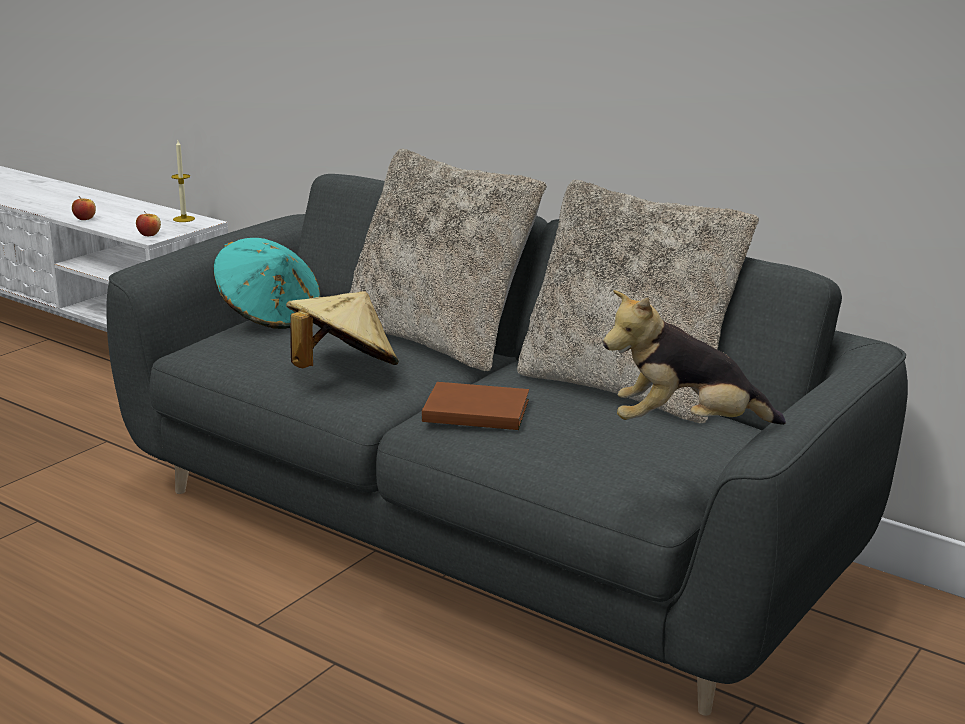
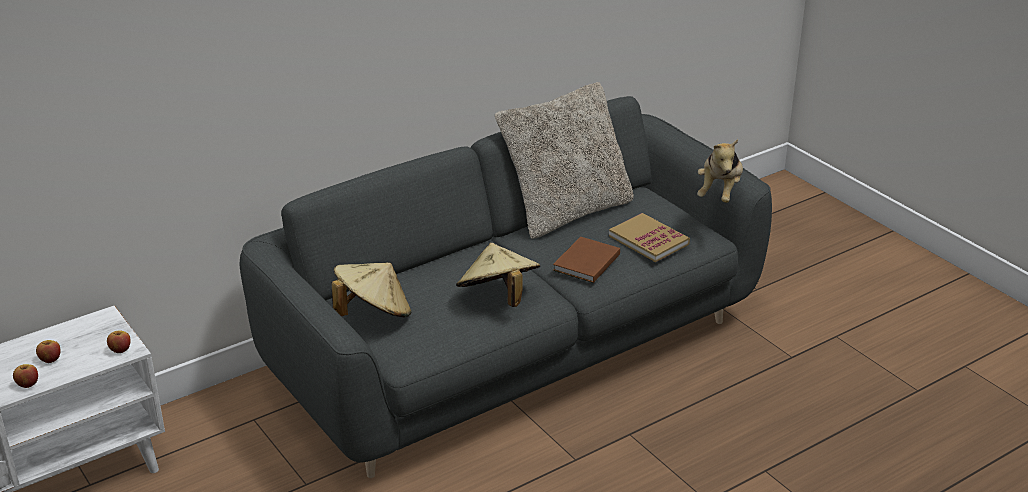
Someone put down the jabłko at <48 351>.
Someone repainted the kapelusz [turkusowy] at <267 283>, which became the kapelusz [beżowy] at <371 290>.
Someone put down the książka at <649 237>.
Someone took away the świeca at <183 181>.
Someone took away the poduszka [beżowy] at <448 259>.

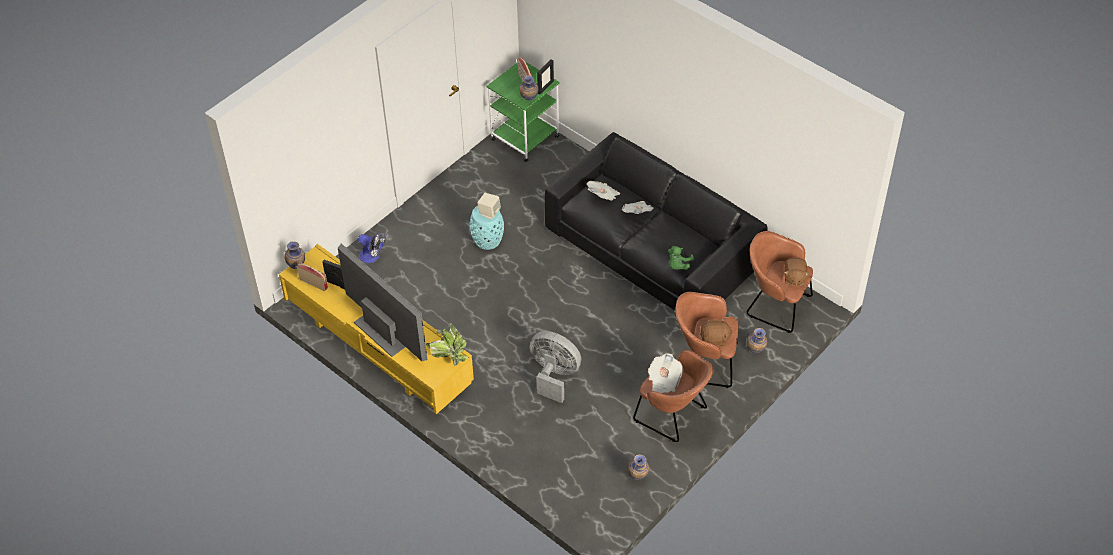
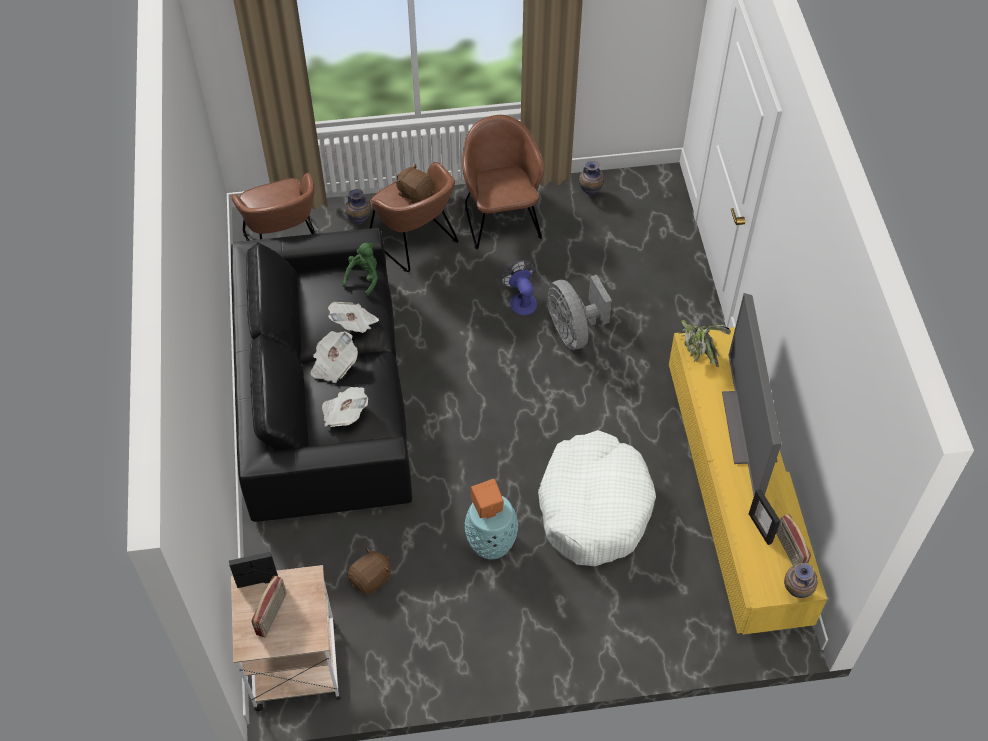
Someone repainted the wózek [zielony] at <523 112>, which became the wózek [beżowy] at <286 638>.
Someone carried the gazeta from <665 373> to <353 317>.
Someone rotated the pluszak [zielony] at <681 258> by 45 degrees counterclockwise.
Someone carried the pluszak [brązowy] from <796 272> to <369 571>.
Someone repainted the głośnik [beżowy] at <489 206>, which became the głośnik [pomarańczowy] at <487 499>.
Someone carried the wentylator from <372 247> to <518 287>.
Someone put down the legowisko [biały] at <597 498>.
Someone took away the wazon at <528 88>.

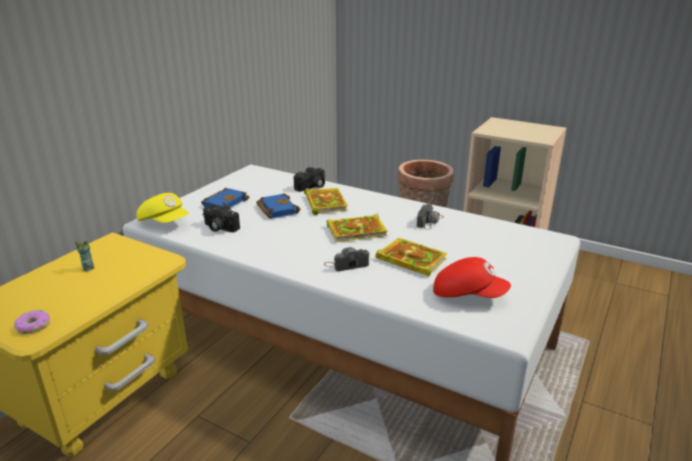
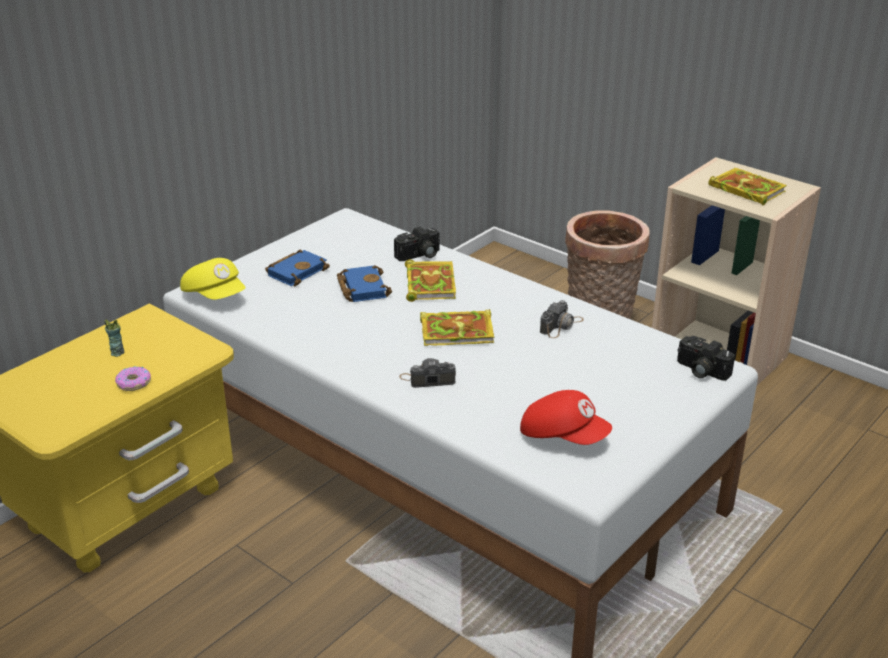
Someone carried the donut from <32 322> to <133 378>.
Someone carried the aparat fotograficzny from <221 218> to <706 358>.
Someone carried the książka from <411 257> to <747 186>.

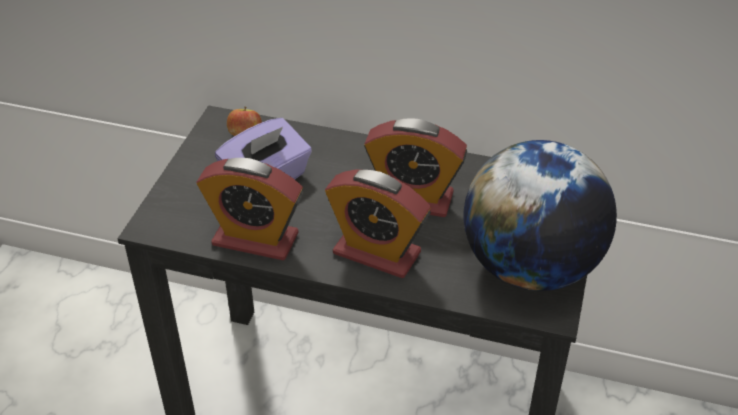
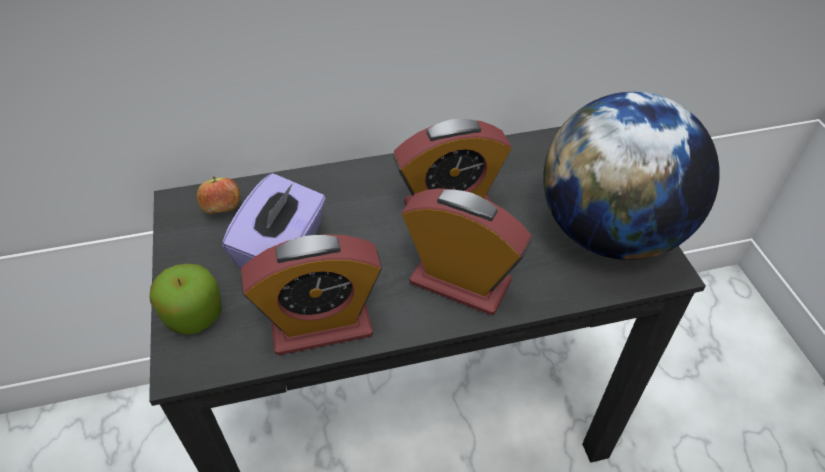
Someone put down the jabłko at <185 299>.
Someone rotated the budzik at <378 223> by 150 degrees counterclockwise.

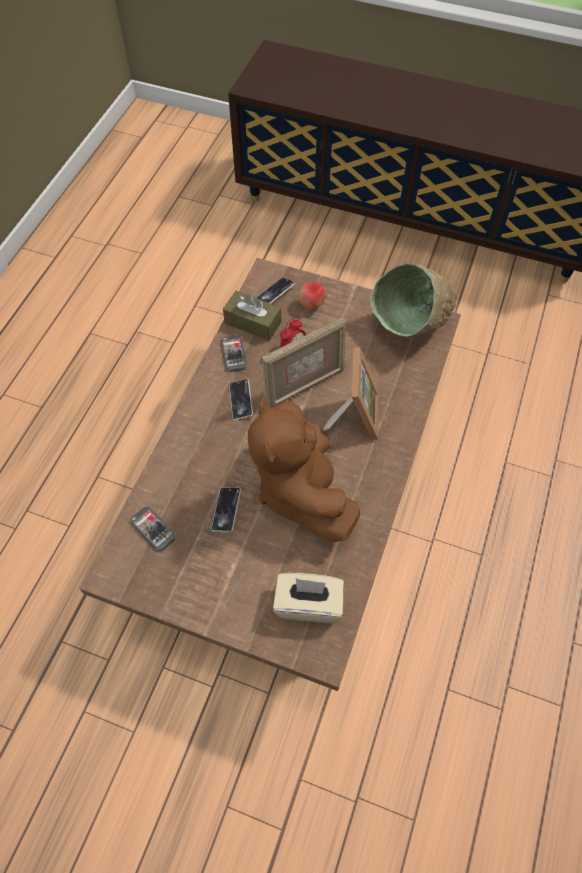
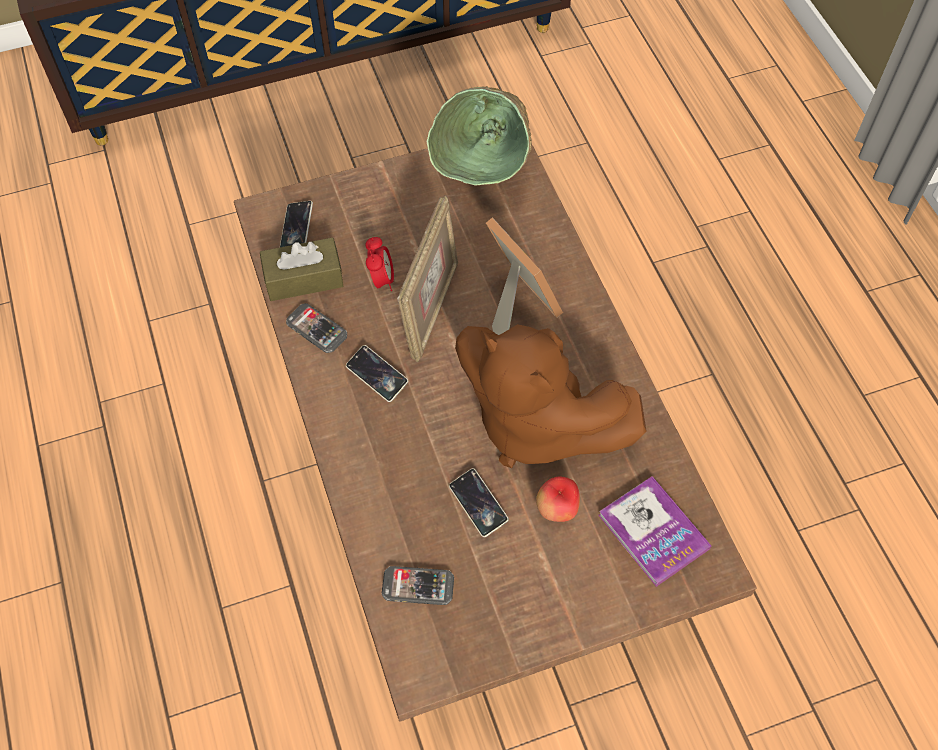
Someone carried the jabłko from <312 296> to <558 499>.
Someone swapped the pudełko chusteczek [beżowy] at <308 598> for the książka at <655 531>.

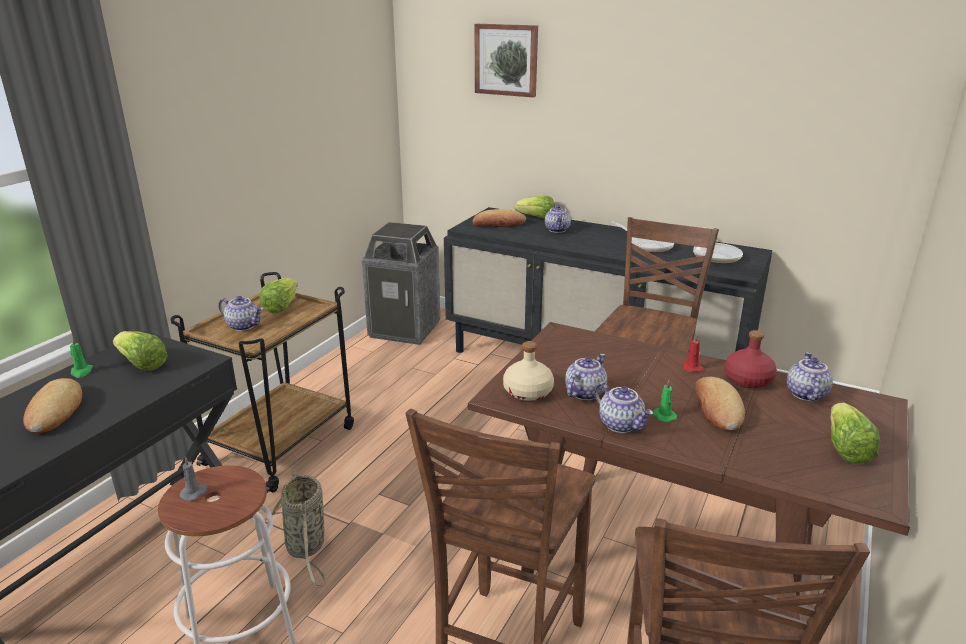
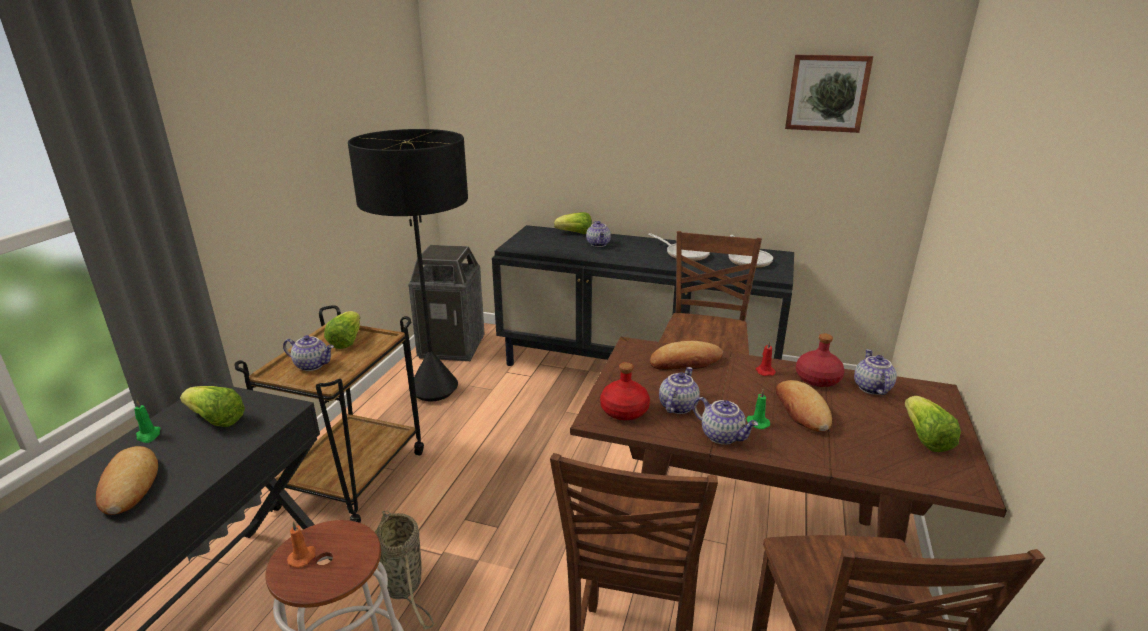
Someone repainted the świeca [szary] at <194 479>, which became the świeca [pomarańczowy] at <301 544>.
Someone put down the lampa stojąca [czarny] at <408 265>.
Someone repainted the butelka [beżowy] at <528 371>, which became the butelka [czerwony] at <625 391>.
Someone carried the chleb from <499 218> to <686 355>.
Someone carried the obraz from <506 60> to <829 93>.

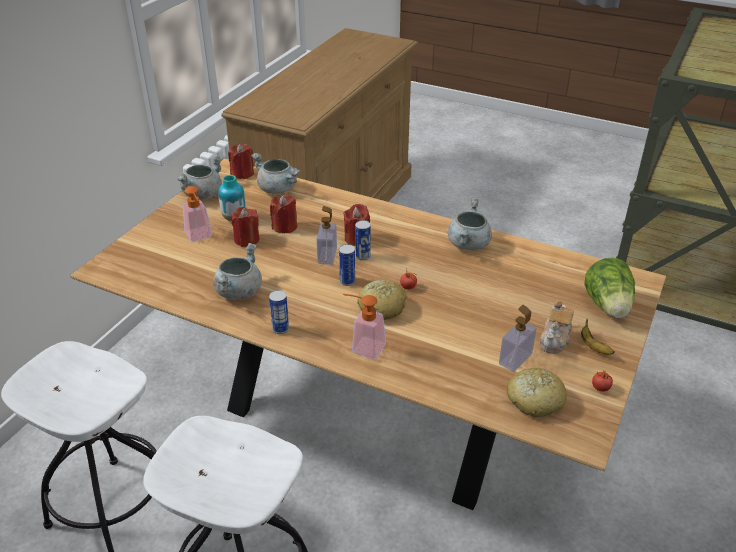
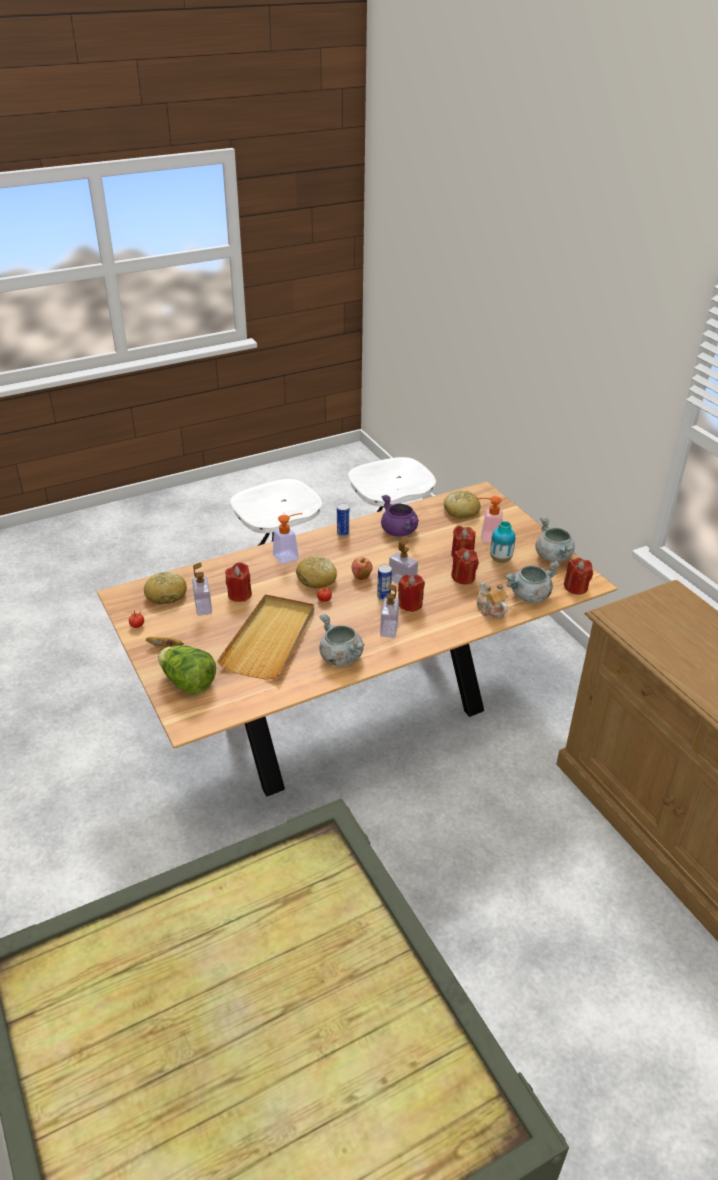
Someone put down the taca [beżowy] at <265 637>.
Someone put down the świeca [czerwony] at <238 582>.
Someone swapped the puszka at <347 265> for the jabłko at <362 568>.
Someone put down the dozownik mydła at <389 611>.
Someone repainted the garnek [szary] at <237 271>, which became the garnek [fioletowy] at <400 515>.
Someone put down the chleb at <462 504>.
Someone carried the imbryk from <556 327> to <492 600>.

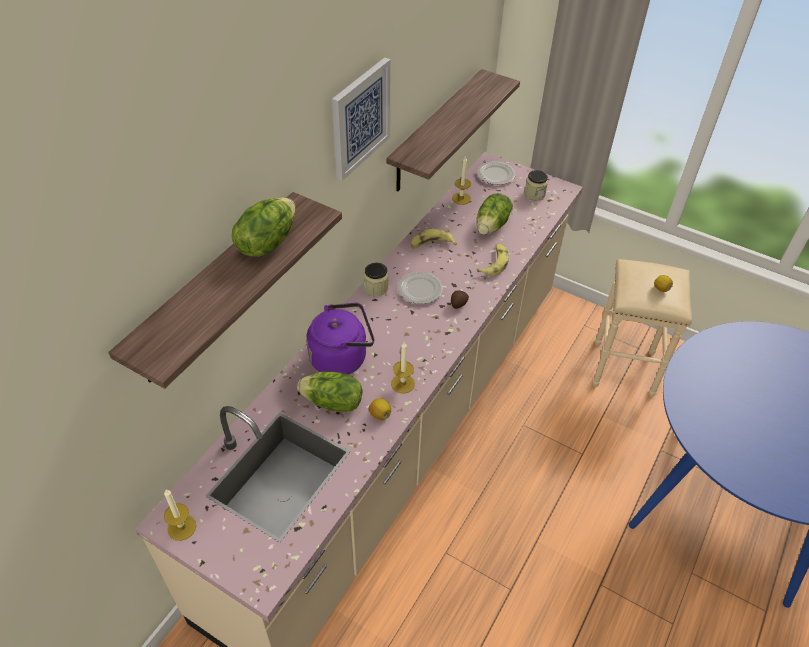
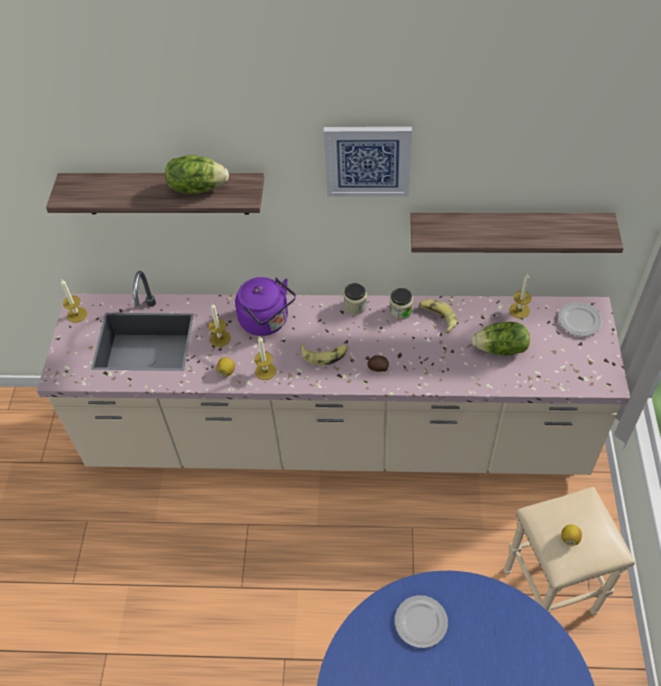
Someone swapped the sałata at <329 391> for the świeca at <220 325>.
Someone carried the banan from <493 260> to <324 355>.
Someone carried the słoik from <536 185> to <401 304>.
Someone carried the talerz from <420 288> to <421 621>.

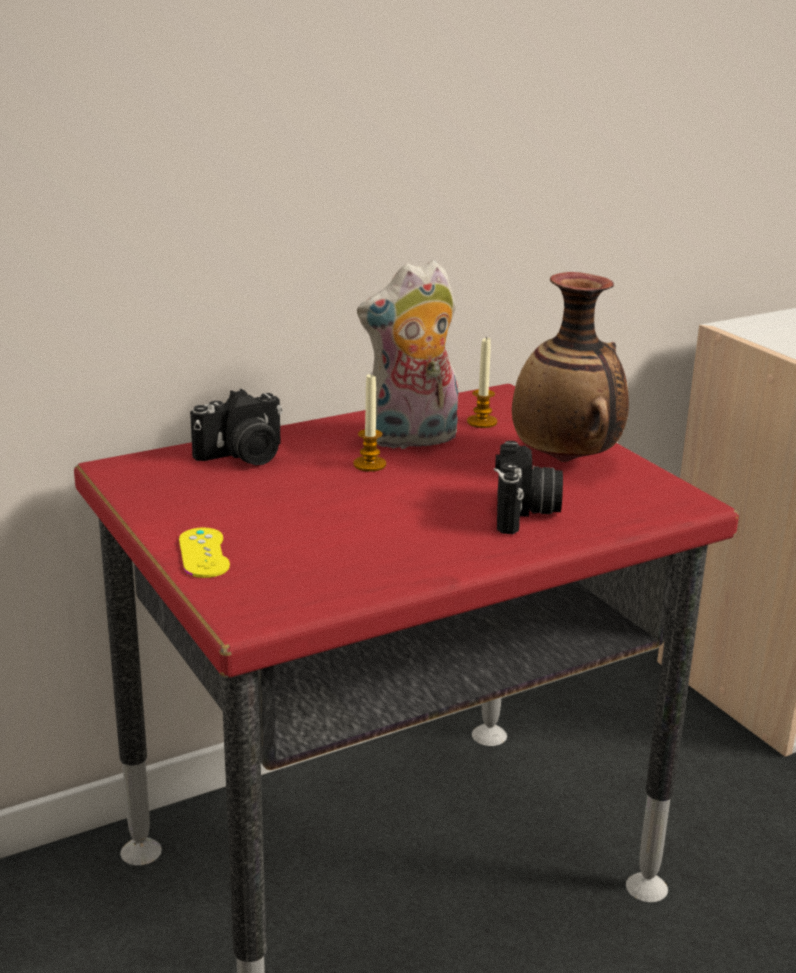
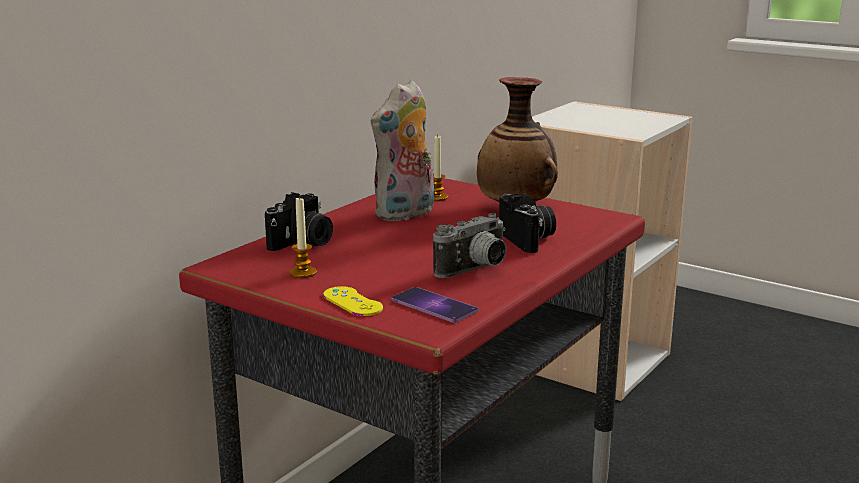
Someone carried the świeca from <369 423> to <303 237>.
Someone put down the telefon at <435 305>.
Someone put down the aparat fotograficzny at <470 245>.

